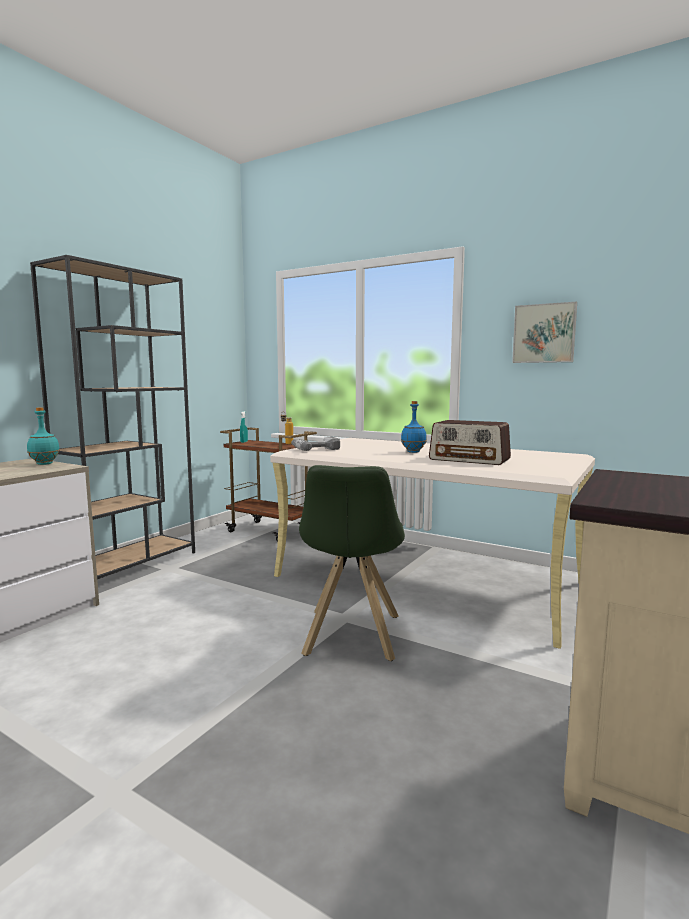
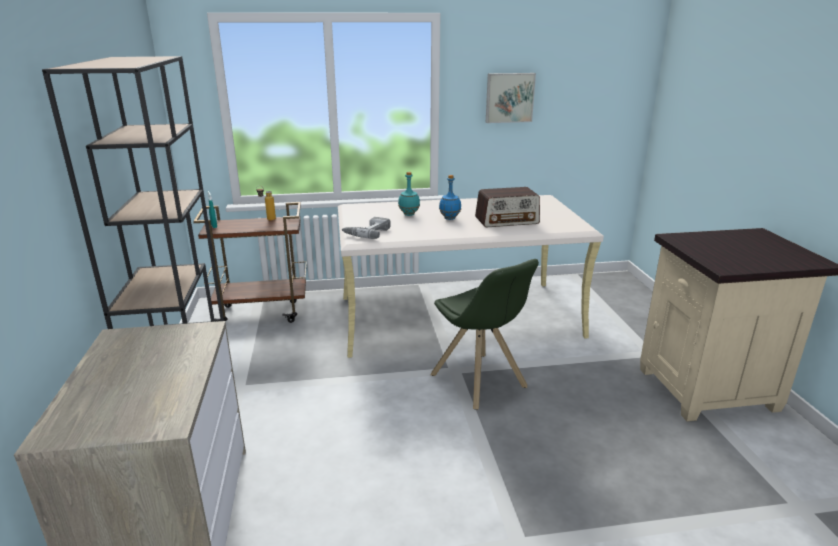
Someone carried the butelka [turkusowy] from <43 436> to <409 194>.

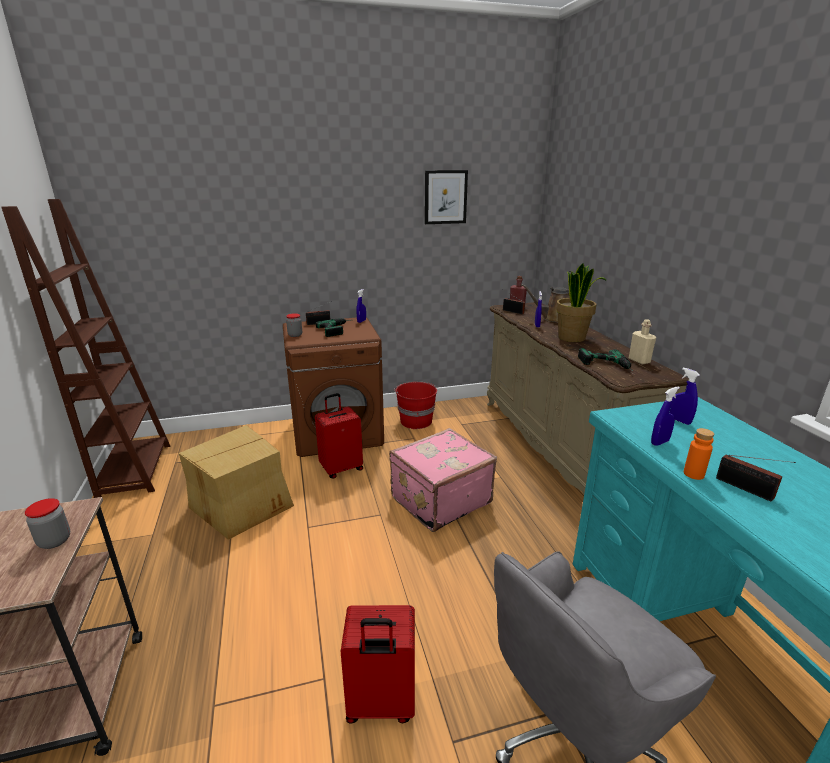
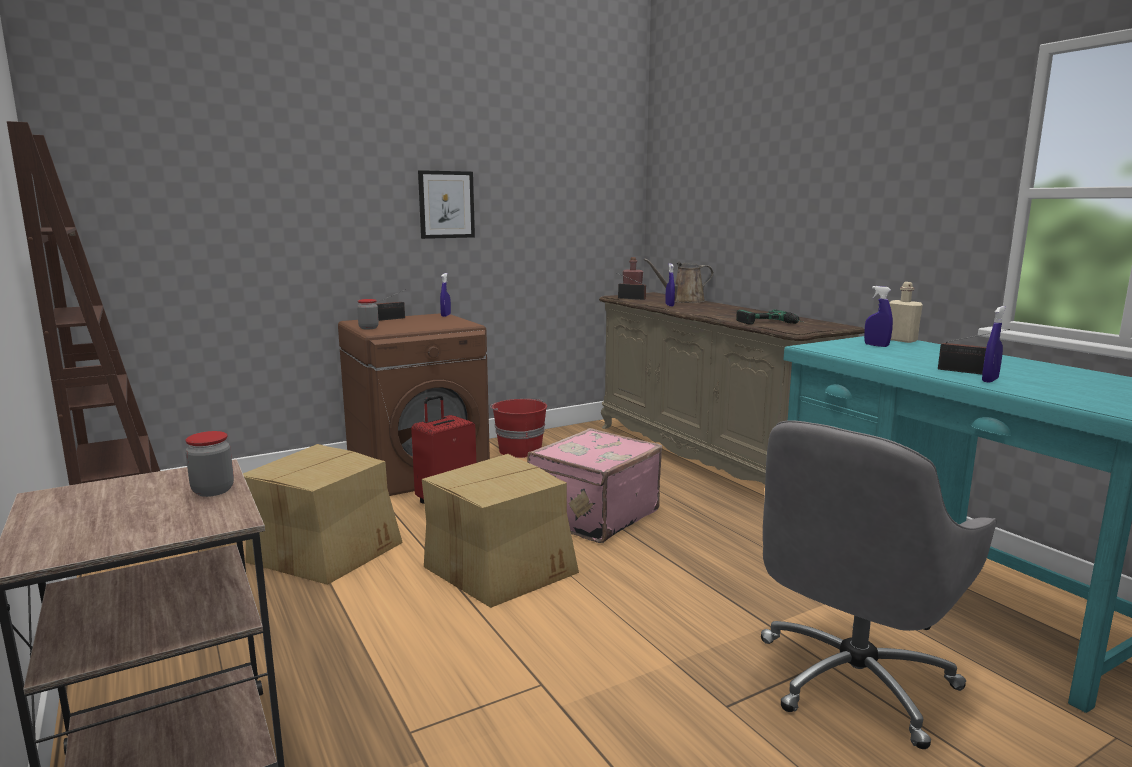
Someone carried the obraz from <446 197> to <446 204>.
Someone put down the karton at <500 531>.
Someone carried the butelka [beżowy] from <642 342> to <906 312>.
Someone carried the spryskiwacz [niebieski] from <665 416> to <994 344>.
Someone took away the wiertarka at <333 327>.
Someone took away the walizka [czerwony] at <378 664>.
Someone took away the roślina doniczkowa at <581 302>.
Someone took away the butelka [pomarańczowy] at <699 454>.

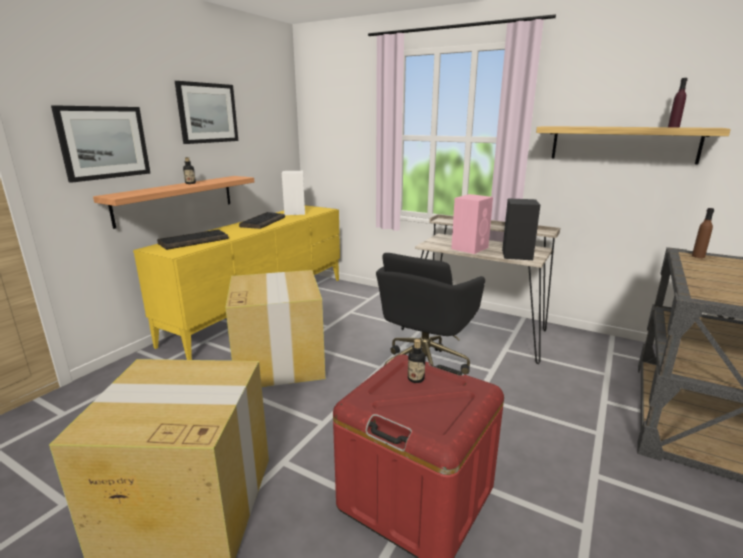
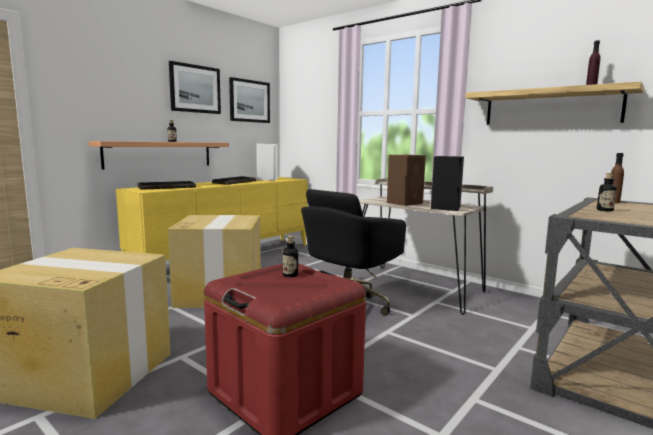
Someone carried the obraz from <100 144> to <249 100>.
Someone repainted the głośnik [różowy] at <472 224>, which became the głośnik [brązowy] at <406 180>.
Someone put down the butelka at <607 192>.

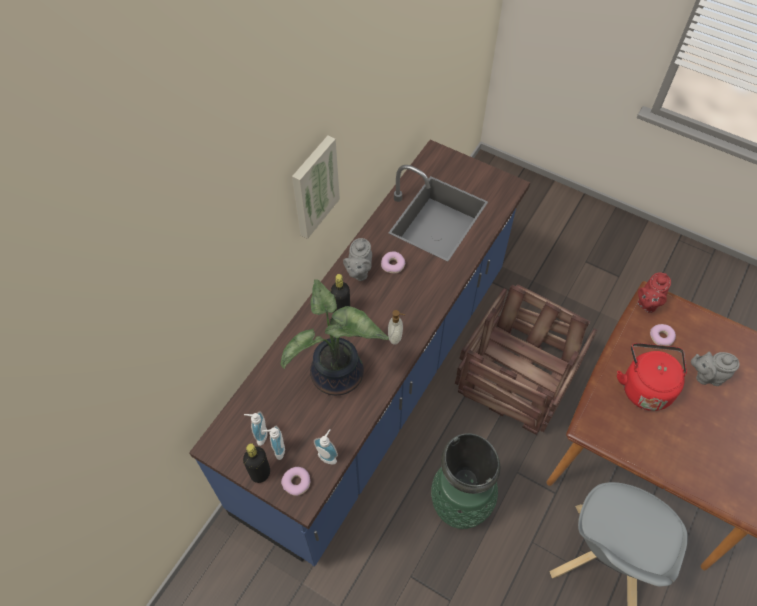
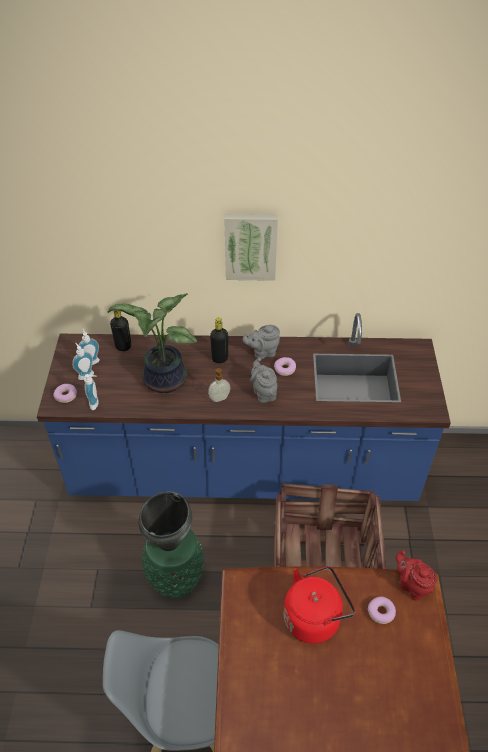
Someone carried the butelka [czarny] from <256 463> to <120 330>.
Someone carried the imbryk [szary] from <715 369> to <263 380>.
Someone rotated the imbryk [czerwony] at <654 292> by 45 degrees clockwise.

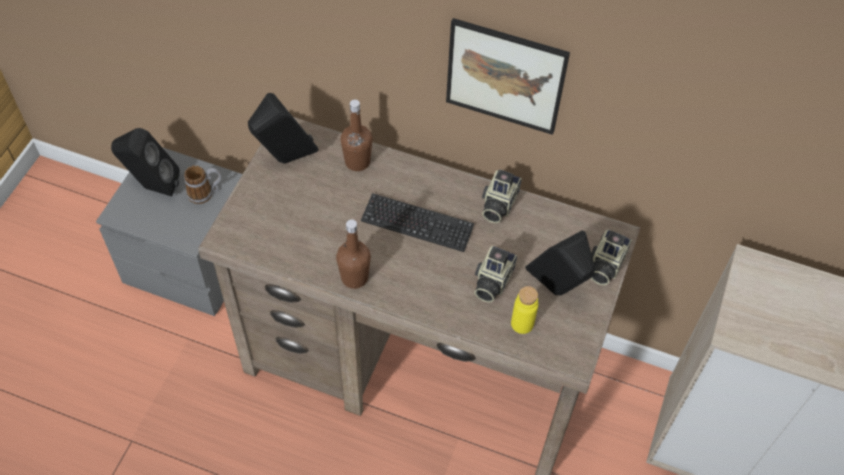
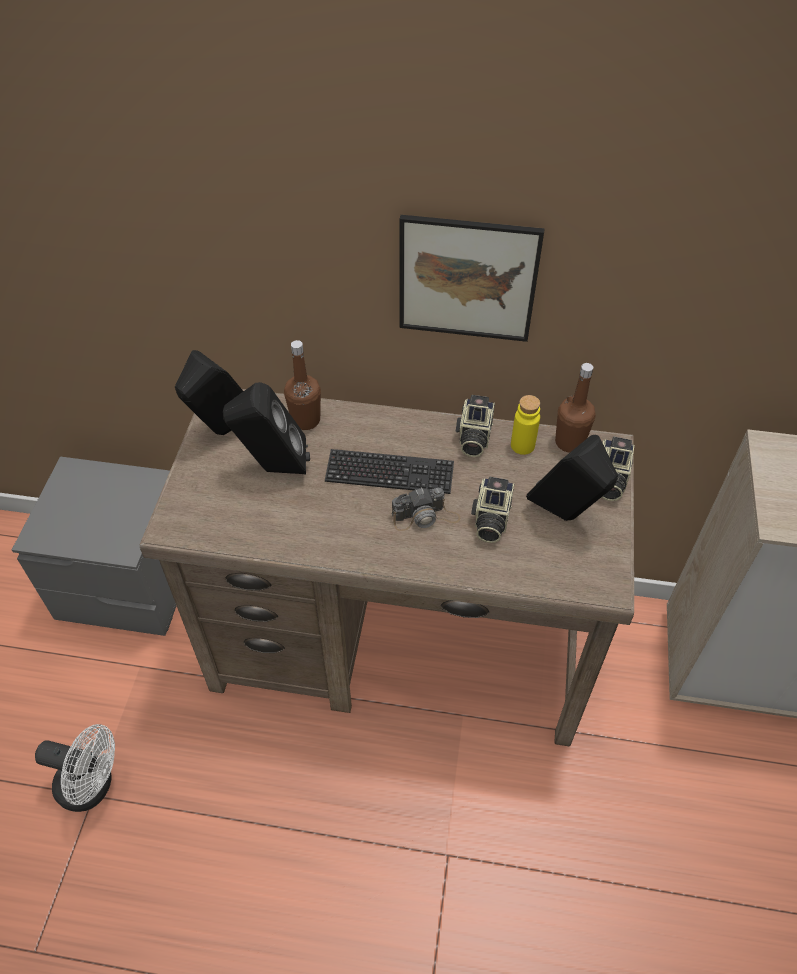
Someone put down the wentylator [biały] at <75 768>.
Someone carried the głośnik [czarny] from <145 162> to <266 428>.
Someone put down the aparat fotograficzny at <426 509>.
Someone carried the butelka [żółty] from <524 310> to <525 425>.
Someone carried the butelka [brązowy] from <353 254> to <575 408>.
Someone took away the kubek at <202 185>.

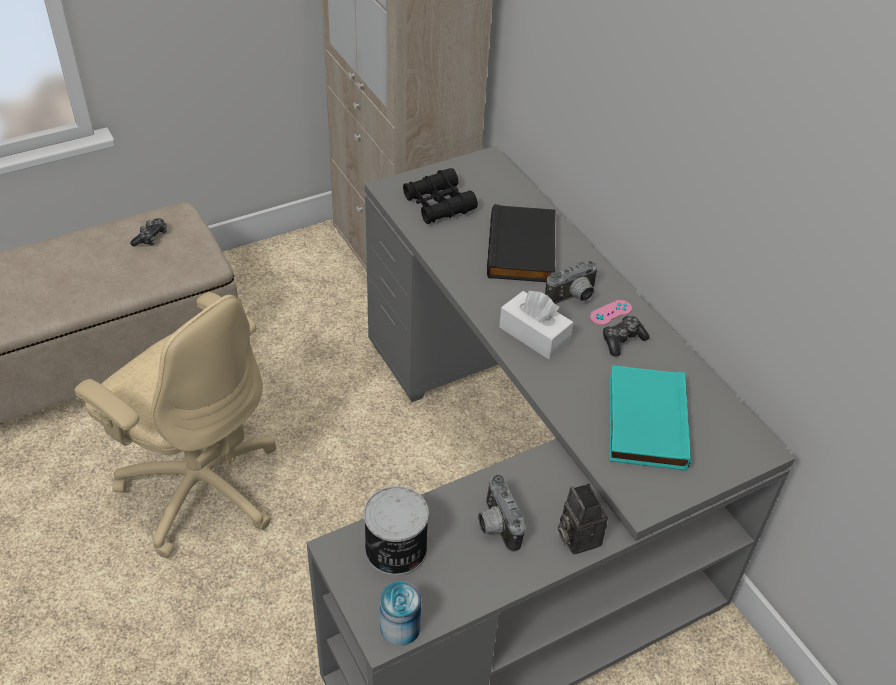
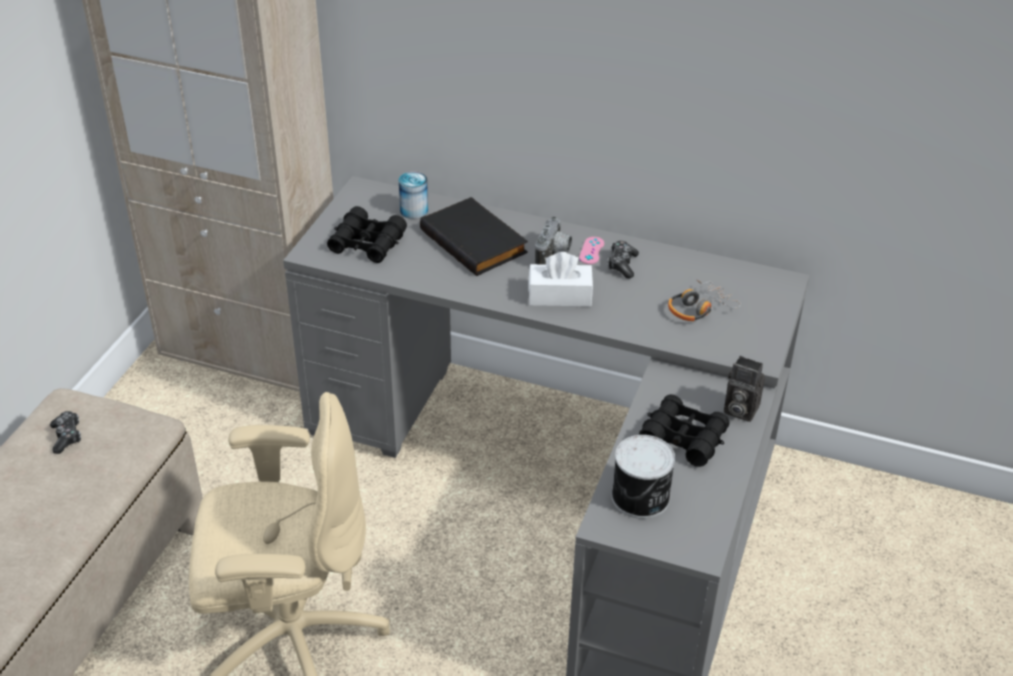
Someone carried the puszka from <401 613> to <413 195>.
Someone swapped the aparat fotograficzny at <501 513> for the lornetka [czarny] at <684 430>.
Someone swapped the książka [turkusowy] at <650 418> for the słuchawki at <704 300>.

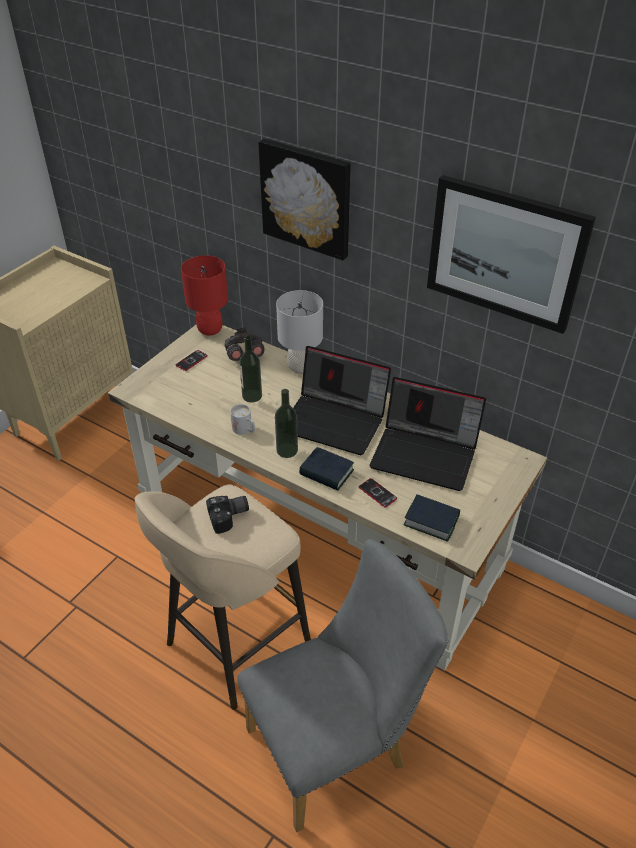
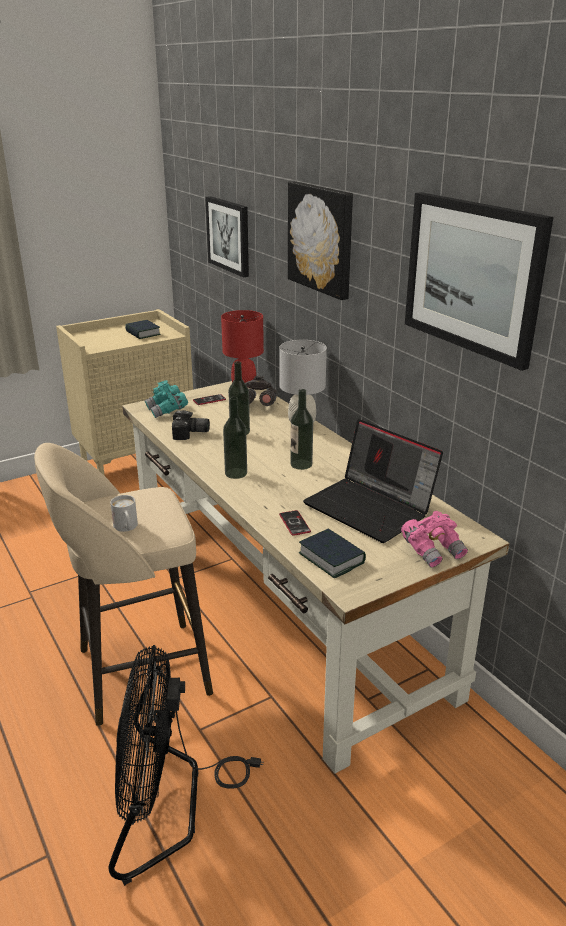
Someone swapped the krzesło [szary] at <342 685> for the wentylator [czarny] at <186 765>.
Someone carried the kubek [biały] from <242 419> to <124 513>.
Someone carried the książka from <326 469> to <143 329>.
Someone put down the lornetka [turkusowy] at <166 399>.
Someone carried the aparat fotograficzny from <227 515> to <191 425>.
Someone put up the obraz at <227 237>.
Someone swapped the laptop at <342 400> for the butelka at <301 429>.
Someone put down the lornetka [różowy] at <434 539>.

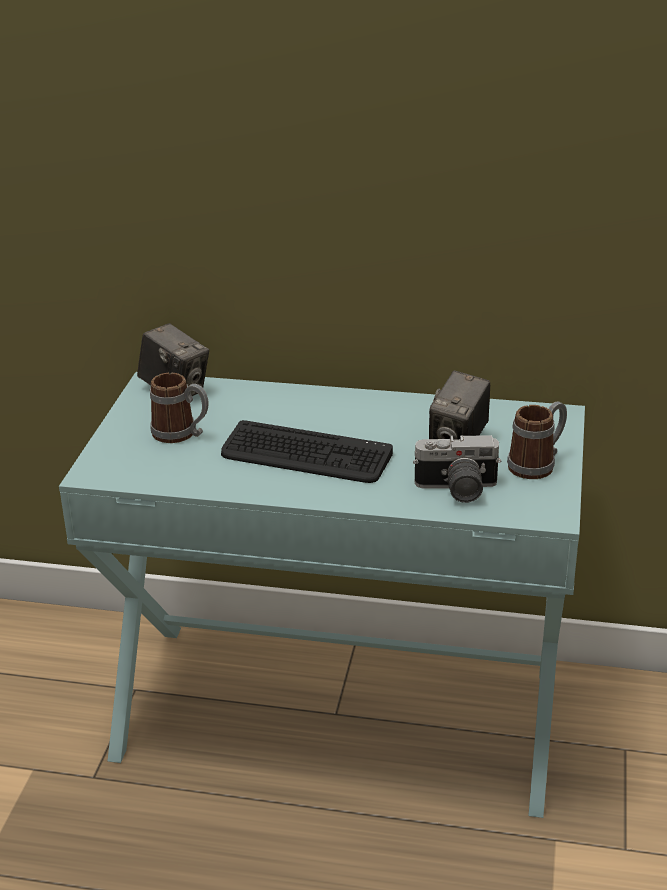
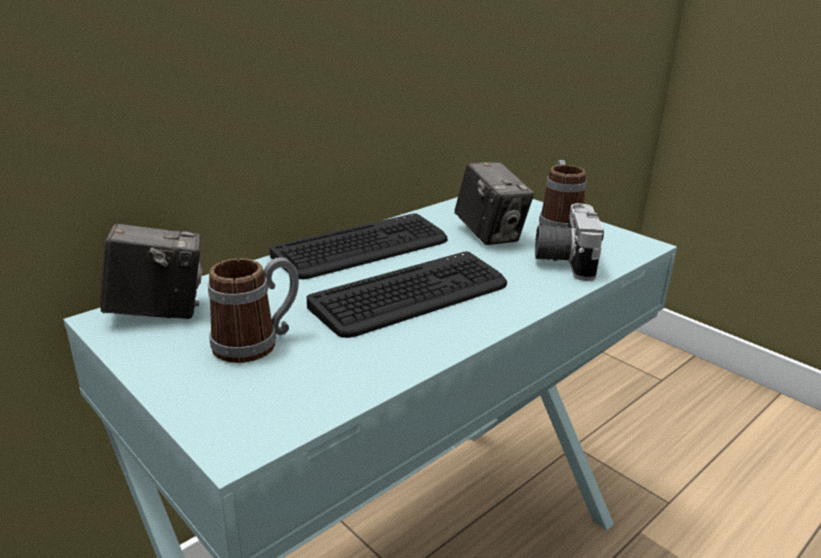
Someone put down the klawiatura at <359 246>.
Someone rotated the aparat fotograficzny at <457 469> by 150 degrees clockwise.

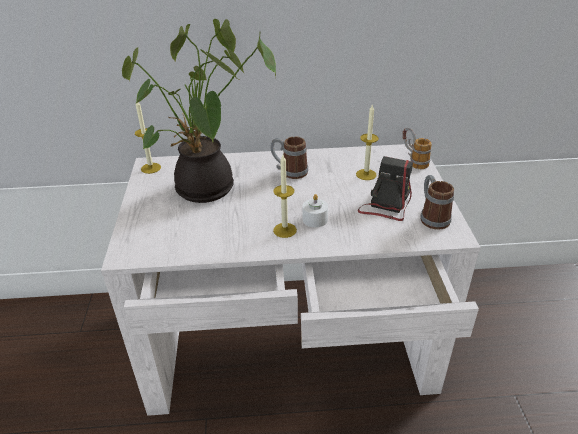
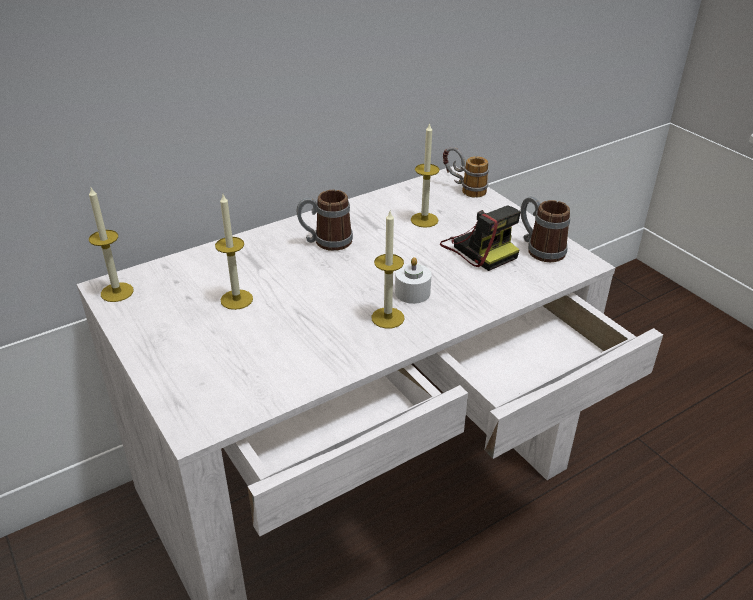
Someone swapped the roślina doniczkowa at <199 111> for the świeca at <234 252>.
Someone rotated the aparat fotograficzny at <385 188> by 150 degrees clockwise.

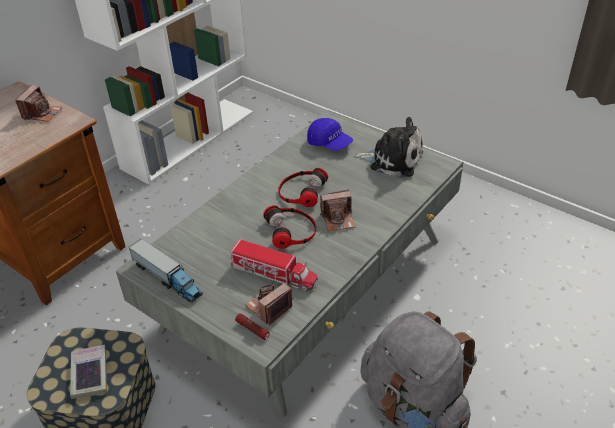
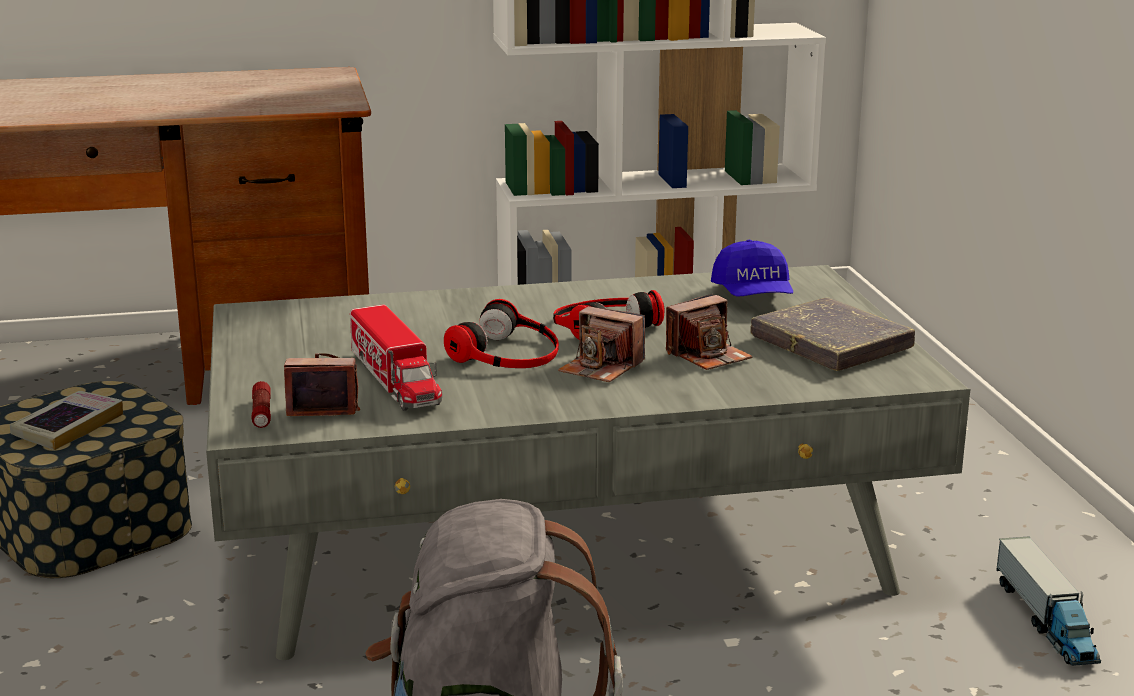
Someone carried the aparat fotograficzny from <39 103> to <709 332>.
Someone swapped the pluszak at <388 147> for the książka [szary] at <832 334>.
Someone carried the ciężarówka zabawkowa from <166 270> to <1048 601>.

